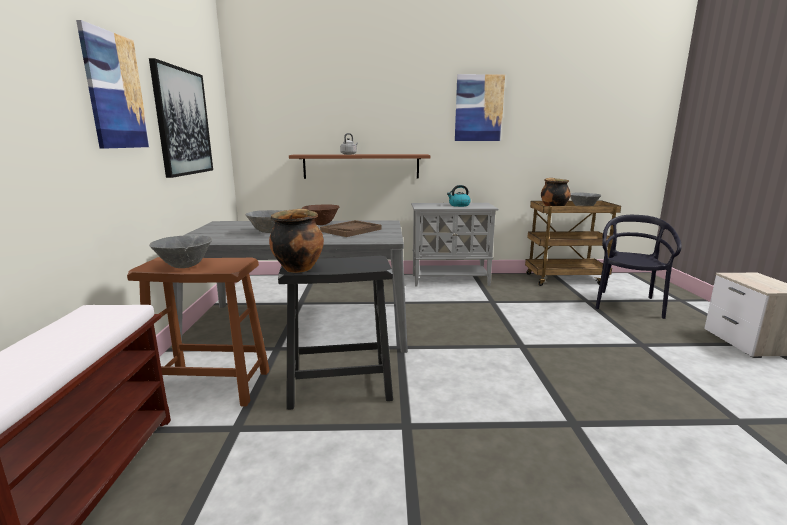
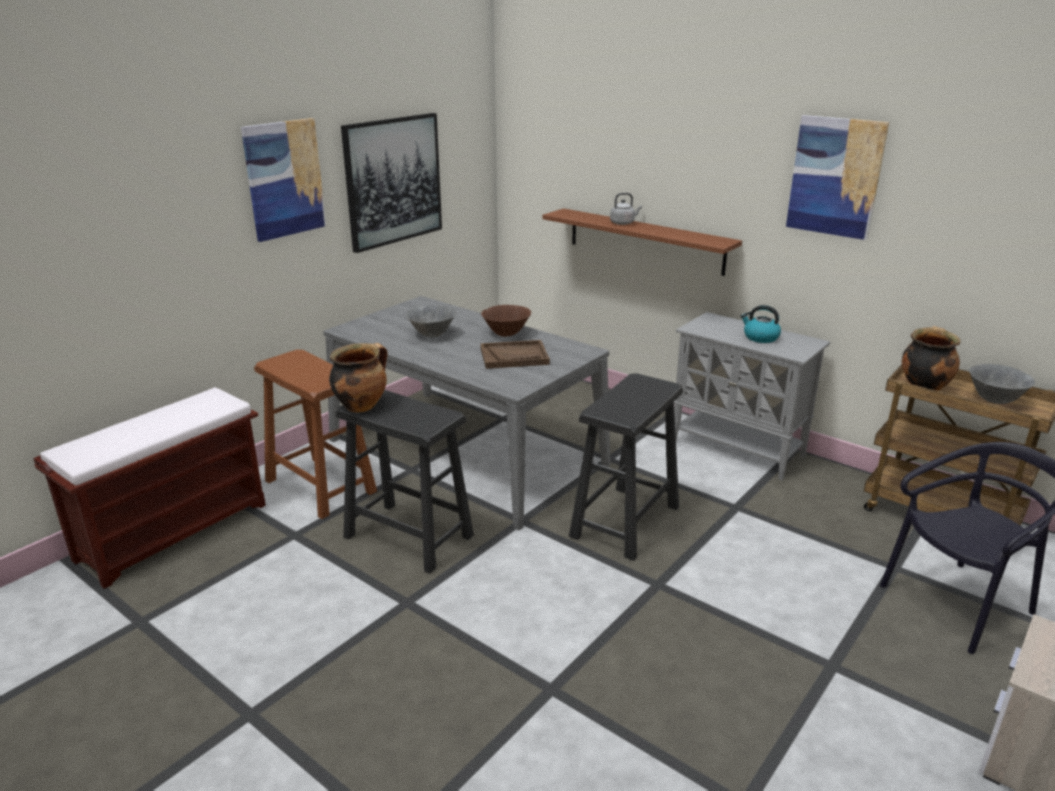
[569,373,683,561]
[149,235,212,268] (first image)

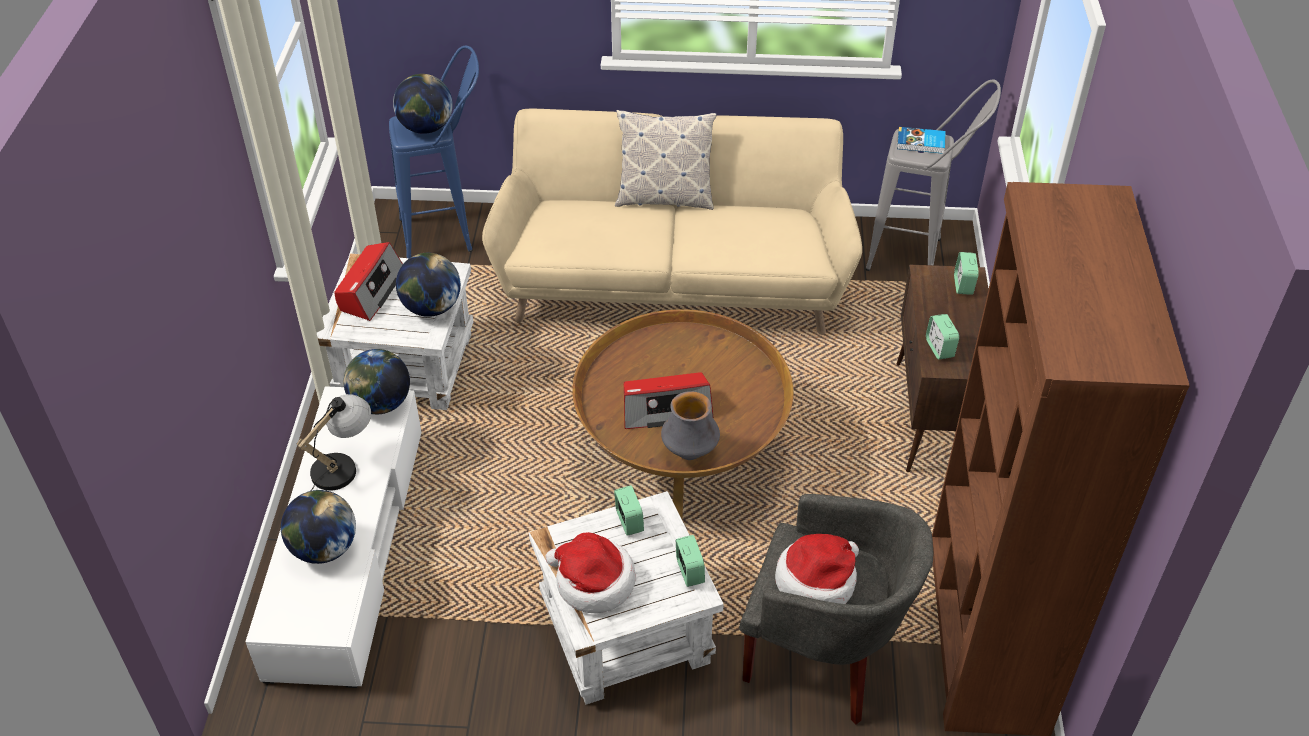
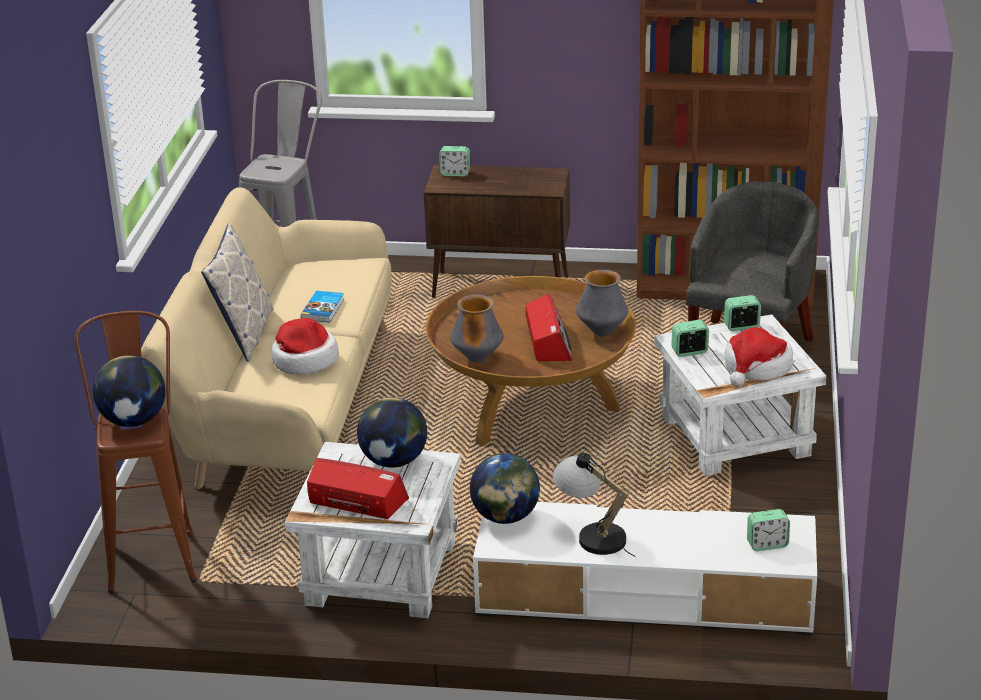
[75,311,197,593]
[272,318,339,375]
[301,291,344,323]
[450,294,504,362]
[747,509,790,551]
[281,490,356,564] (first image)

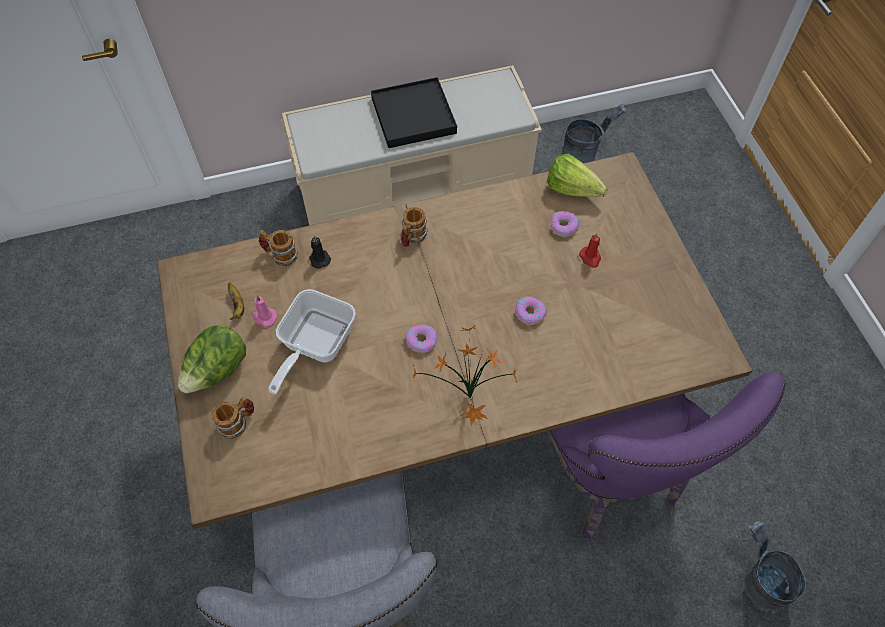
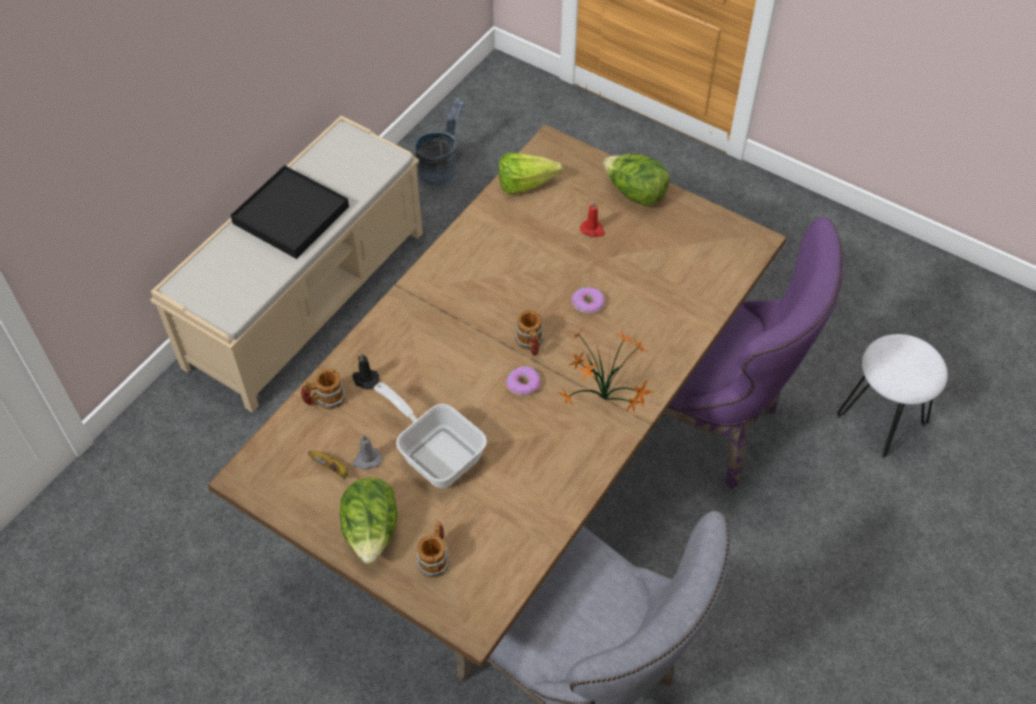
[353,434,382,470]
[374,383,487,488]
[515,310,544,355]
[603,154,670,206]
[837,334,948,458]
[551,211,579,237] (first image)

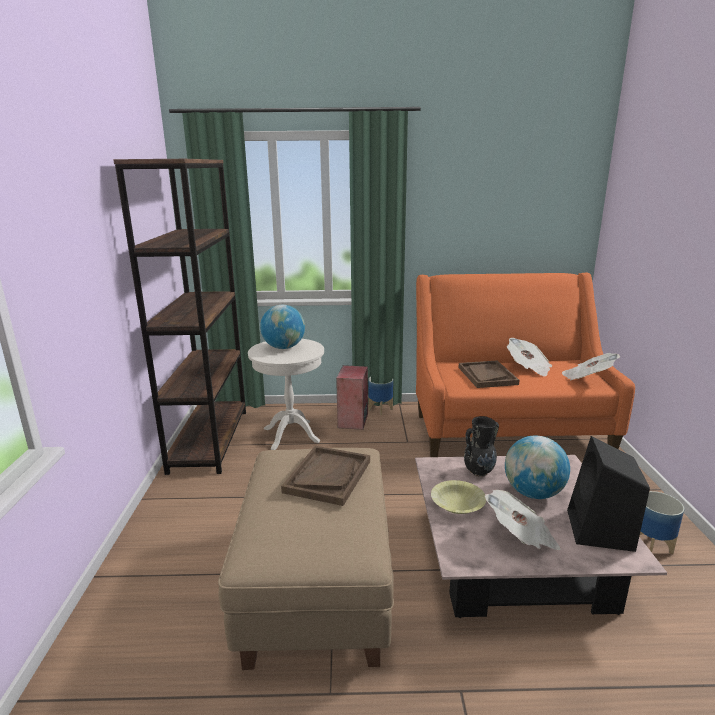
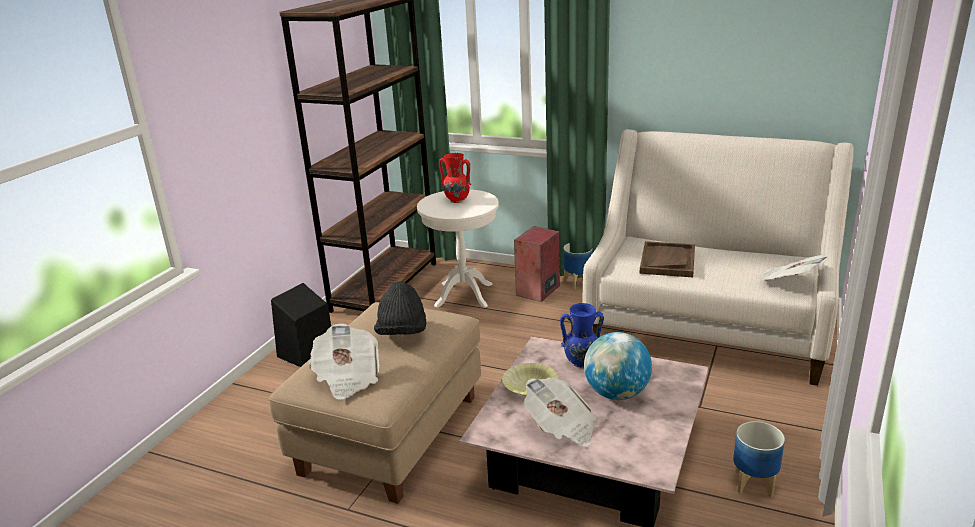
[271,283,331,367]
[309,323,379,400]
[374,281,426,335]
[439,153,471,203]
[560,303,604,368]
[583,129,854,386]

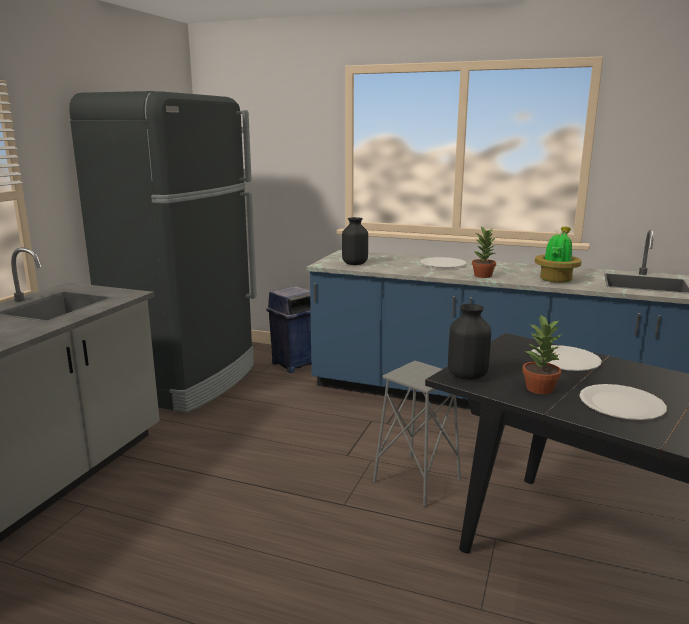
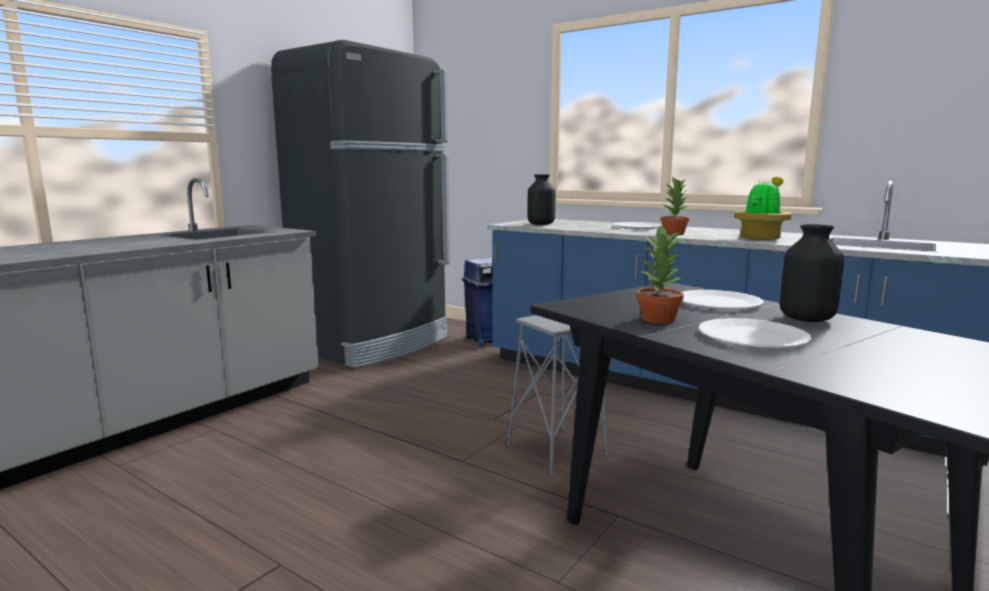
[780,224,844,322]

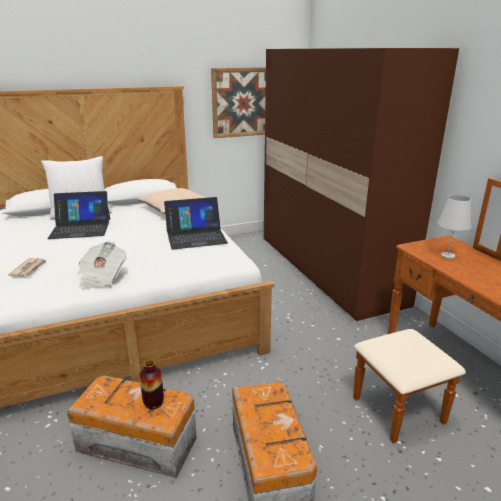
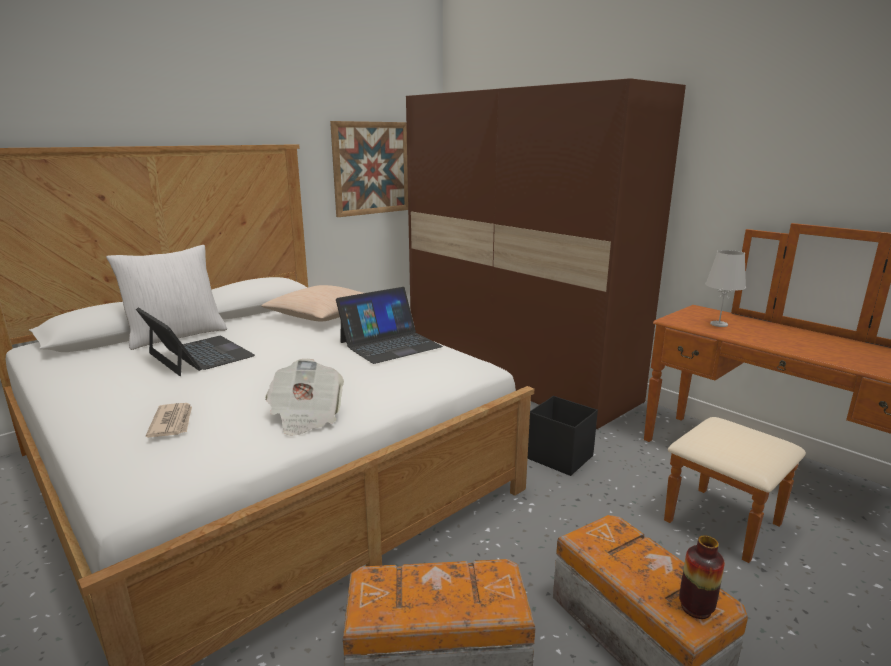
[136,307,255,376]
[528,396,598,476]
[679,535,725,619]

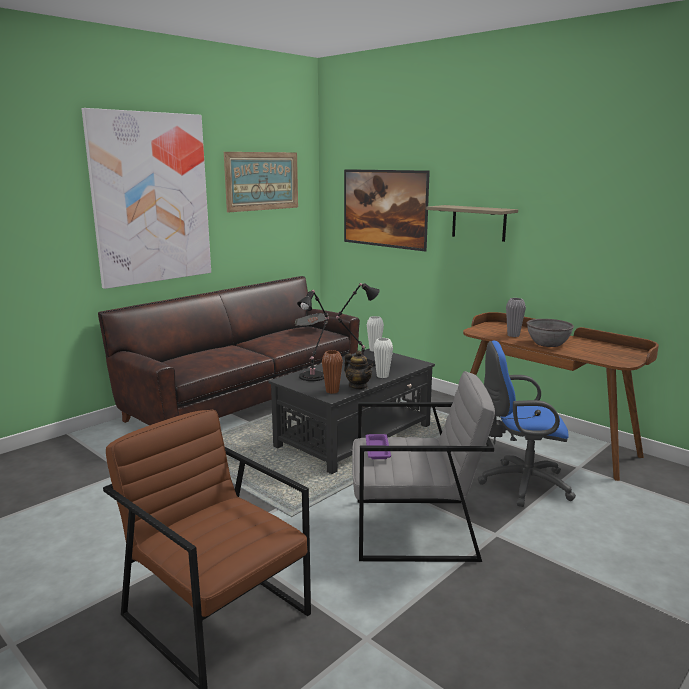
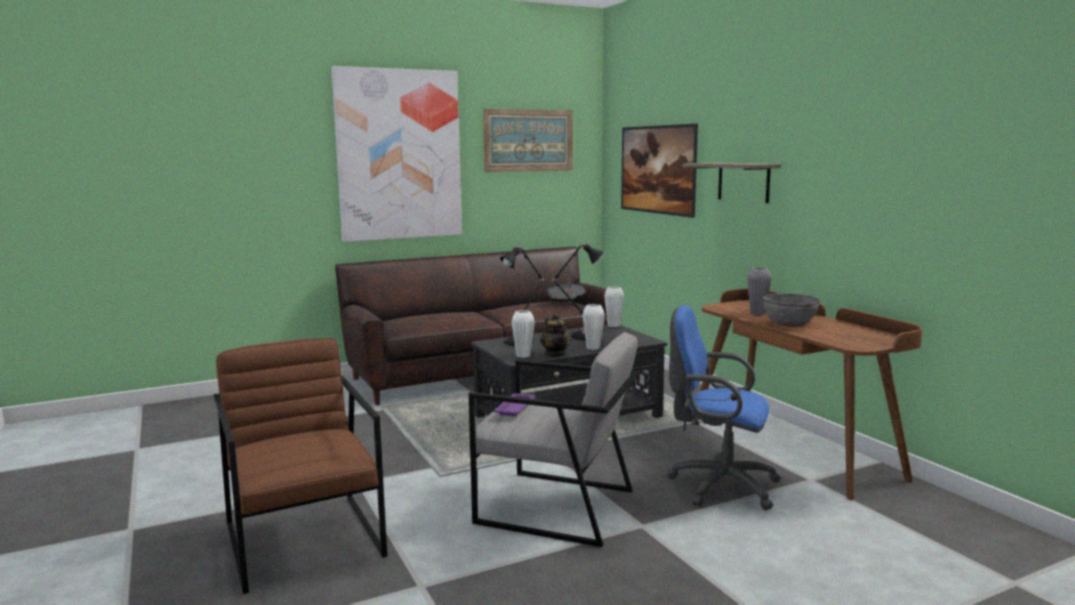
[512,310,535,358]

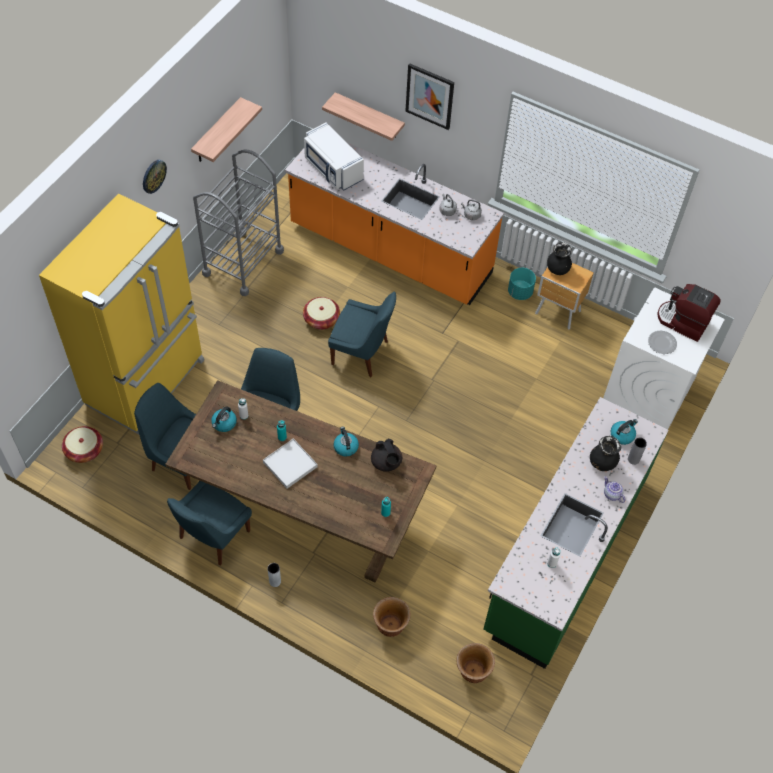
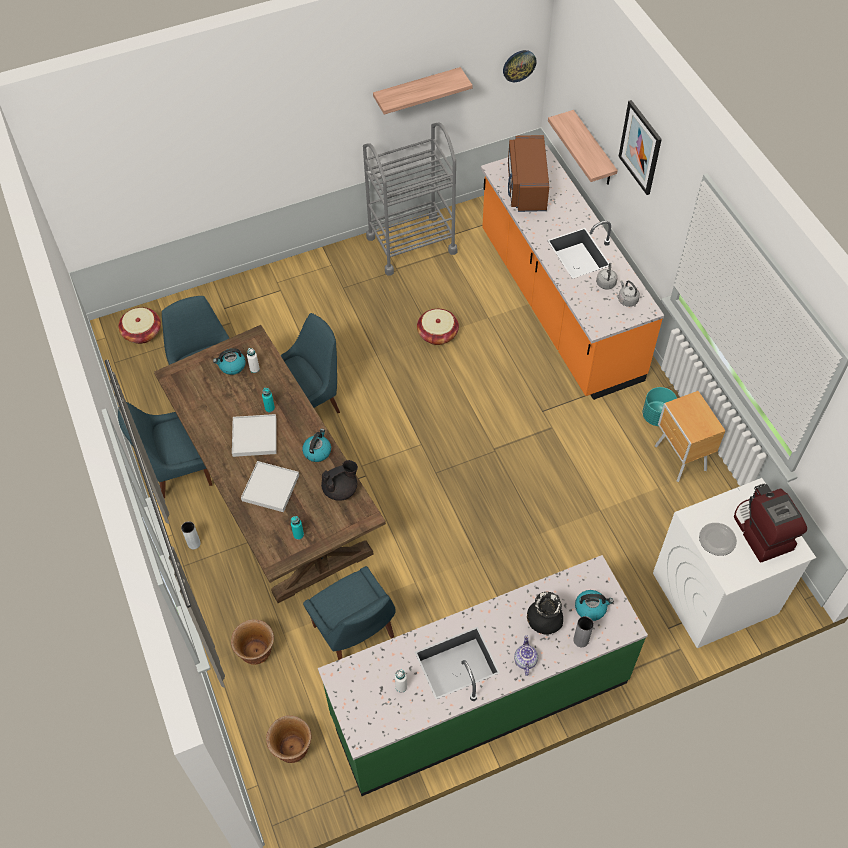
[241,461,299,512]
[303,566,396,660]
[321,460,358,501]
[503,50,537,82]
[508,135,549,212]
[39,193,204,434] (first image)
[547,242,572,275] (first image)

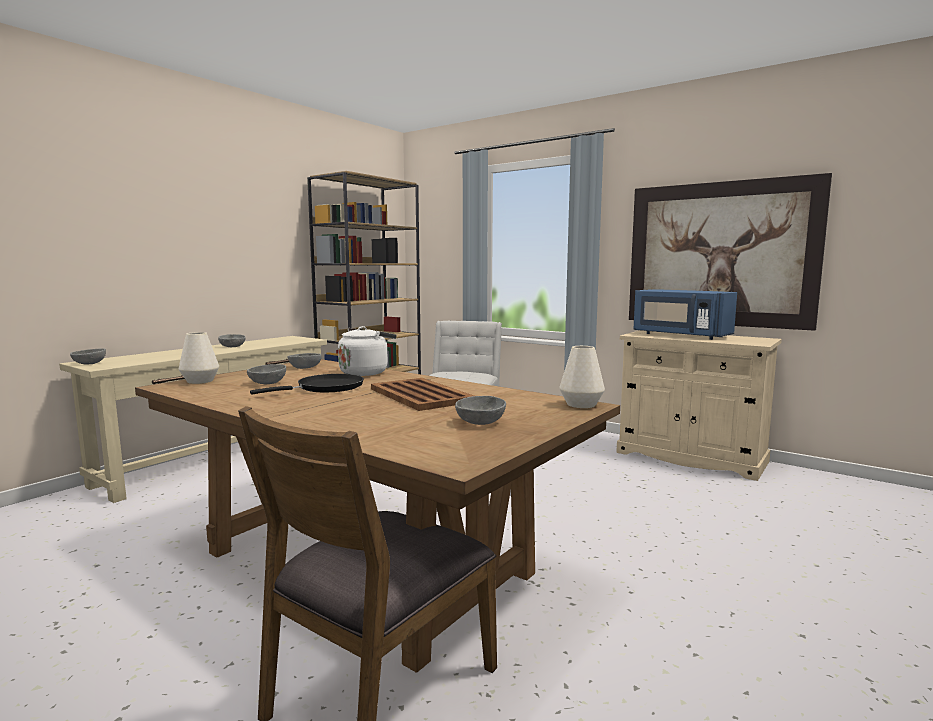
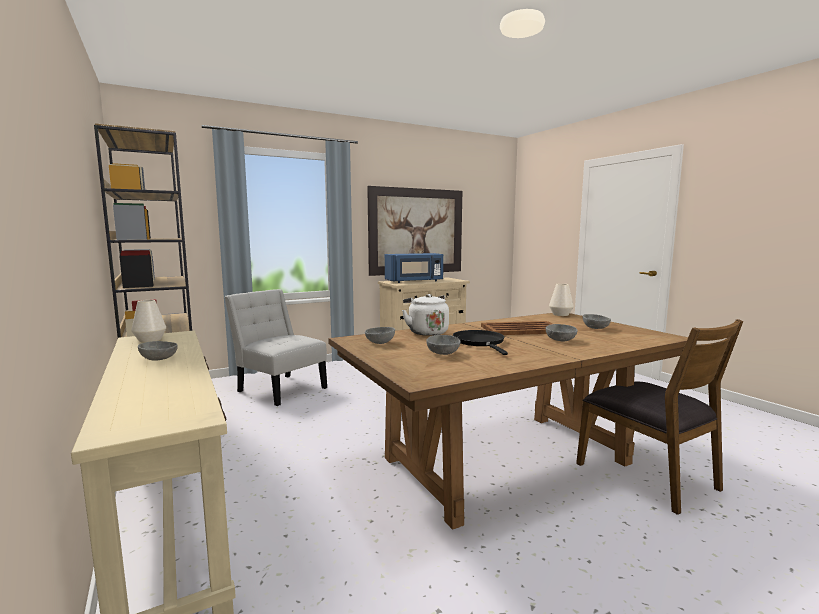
[131,300,166,343]
[546,324,578,341]

